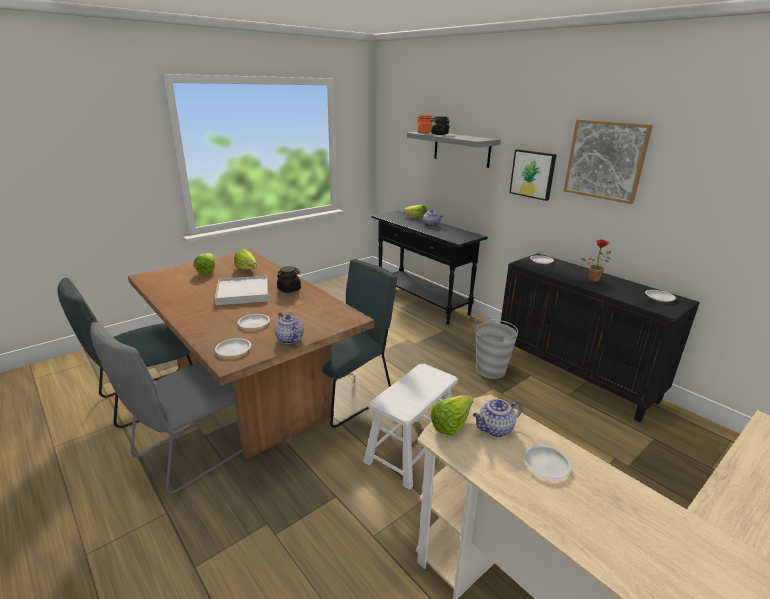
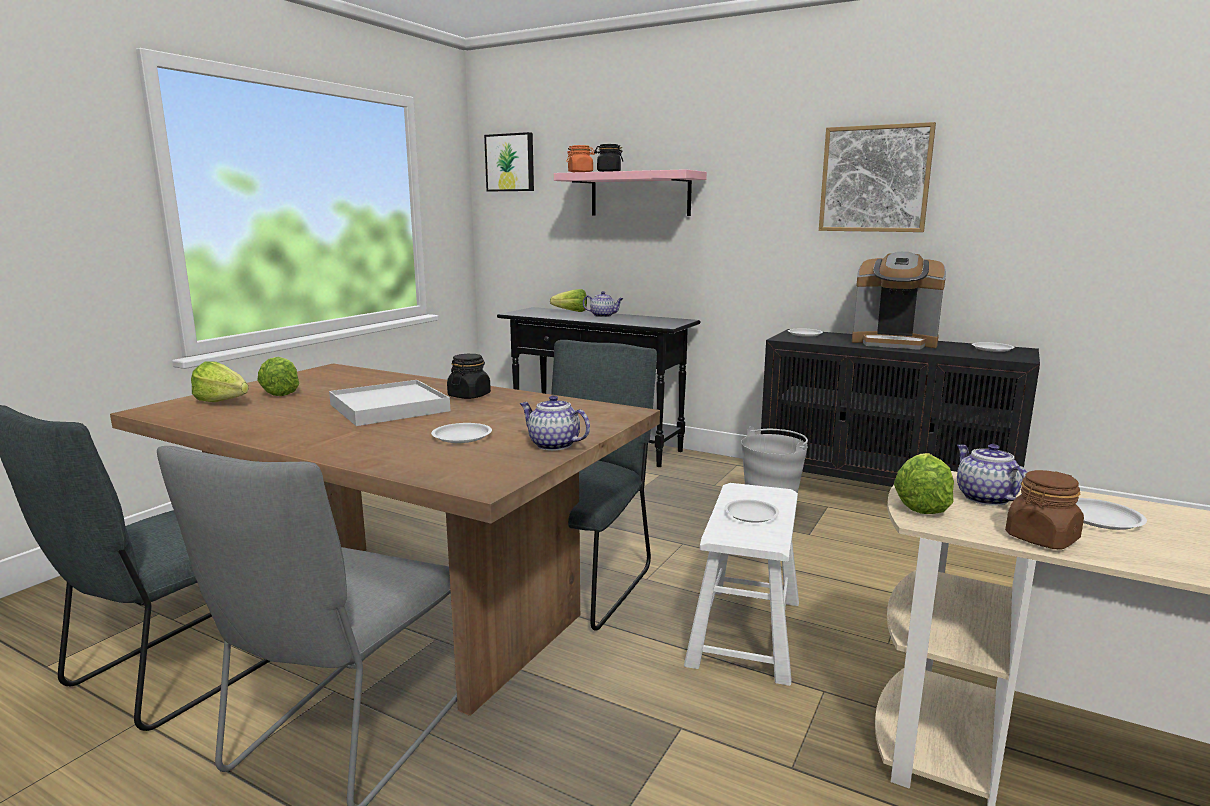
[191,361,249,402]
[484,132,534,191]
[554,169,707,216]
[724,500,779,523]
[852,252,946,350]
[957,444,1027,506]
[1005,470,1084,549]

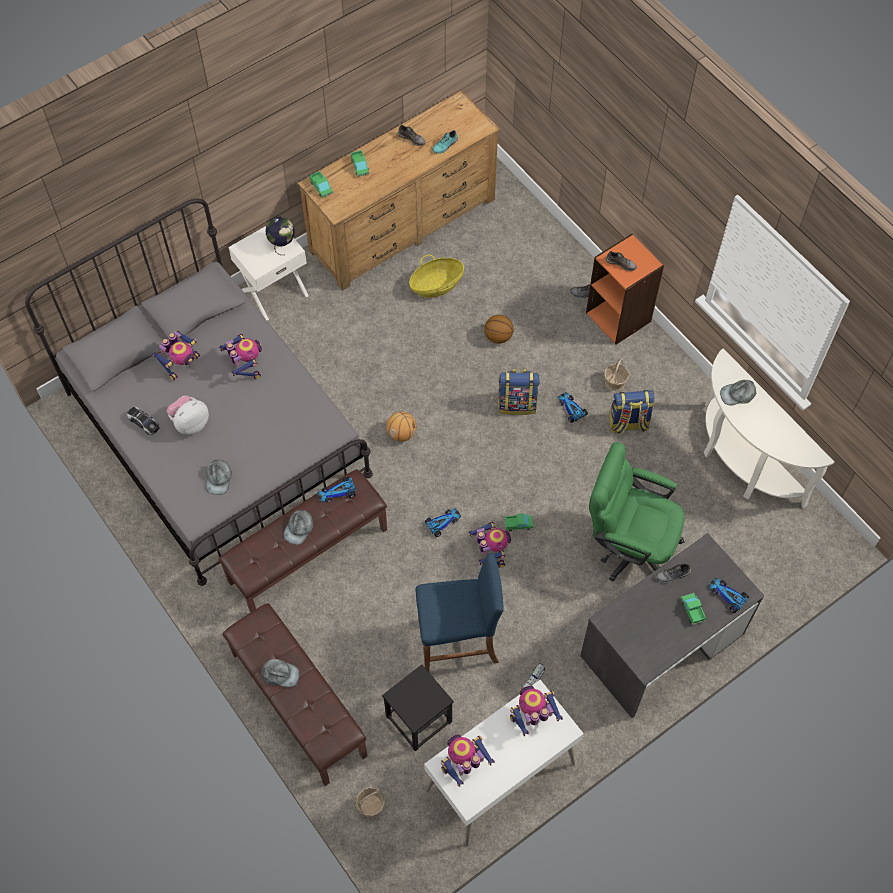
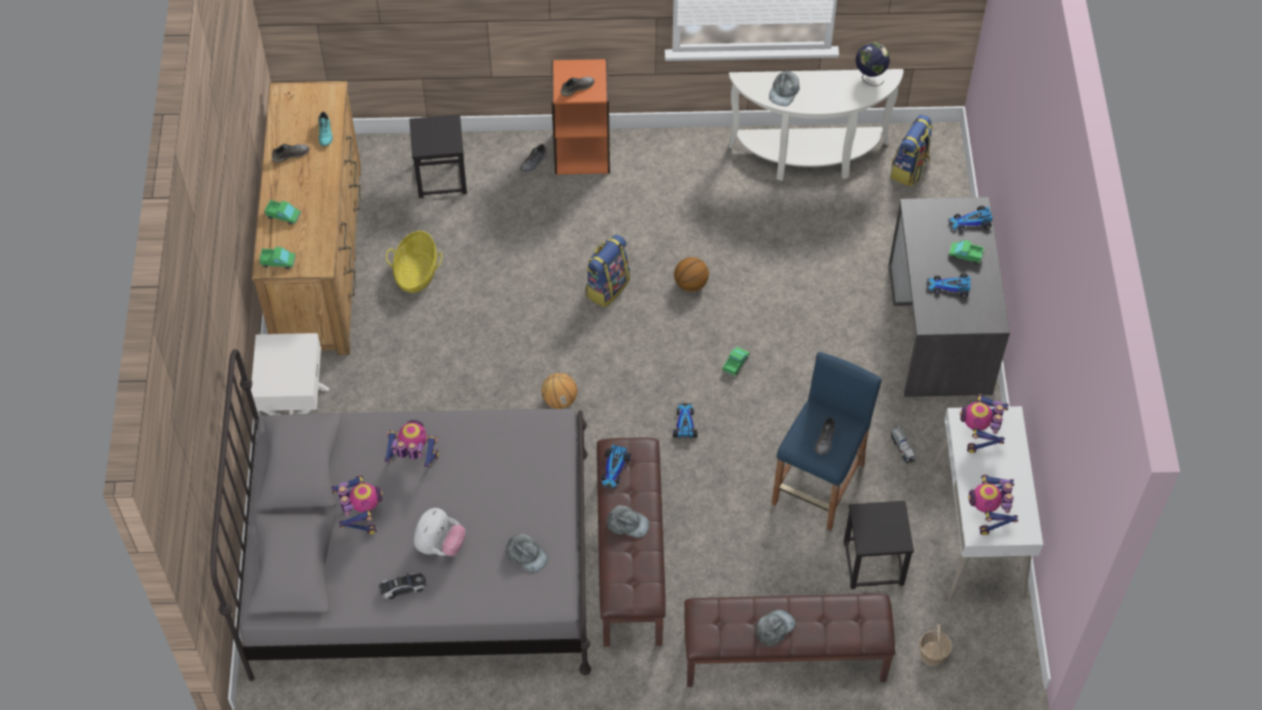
[410,114,467,198]
[414,508,466,556]
[606,505,650,538]
[674,257,709,292]
[815,417,836,455]
[856,42,890,86]
[890,115,933,187]
[926,274,971,298]
[469,521,511,568] (first image)
[589,442,685,582] (first image)
[604,358,629,391] (first image)

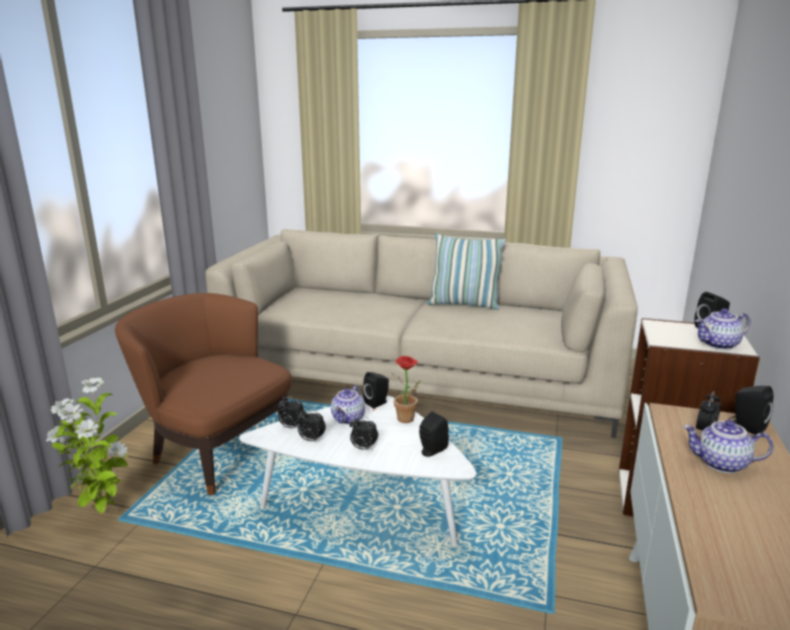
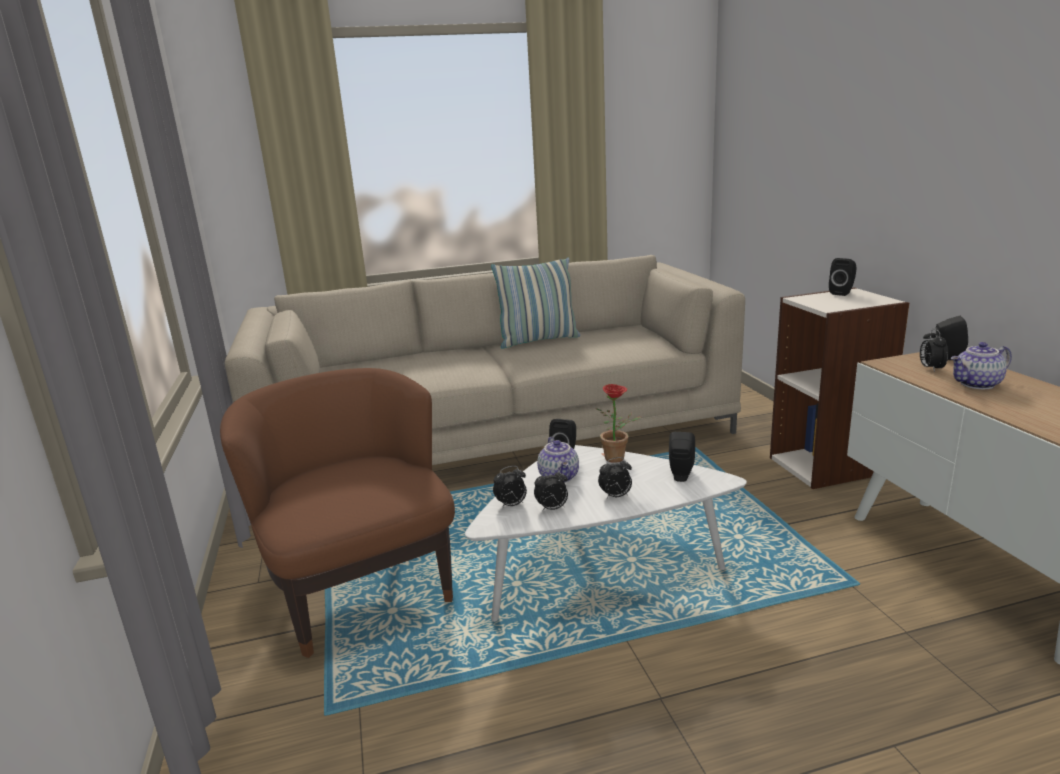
[220,368,455,658]
[46,378,128,513] (first image)
[695,308,751,350] (first image)

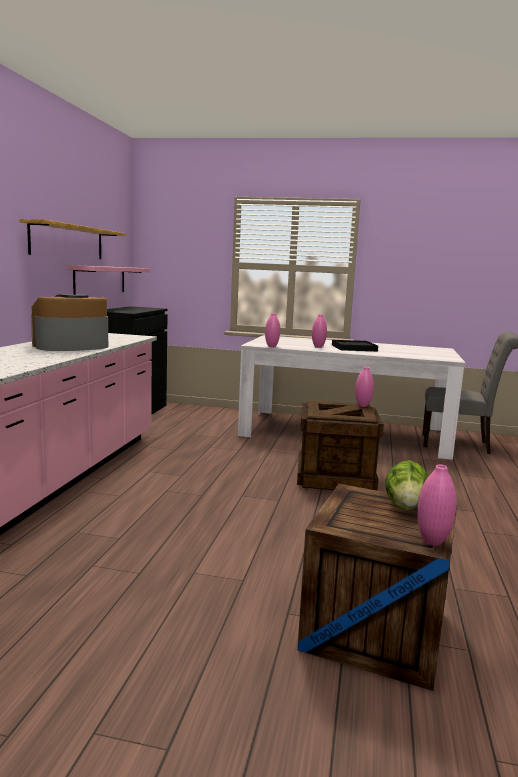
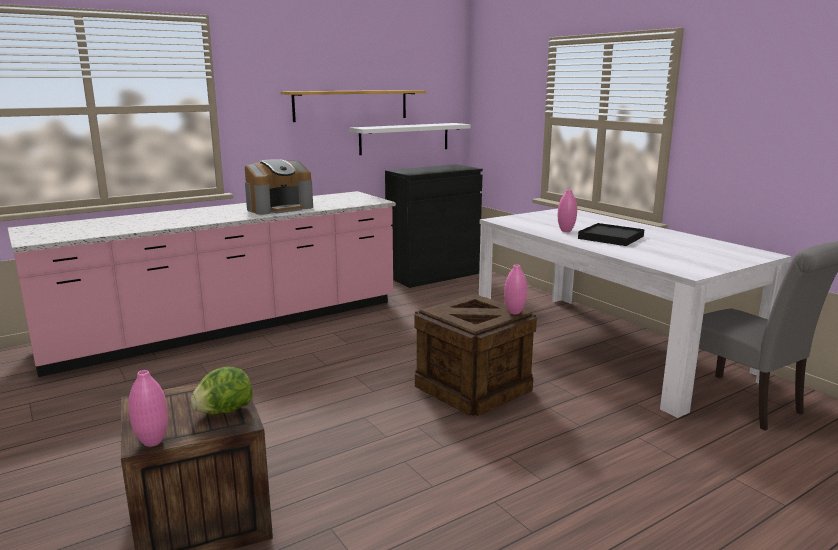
[245,159,313,215]
[349,123,470,155]
[265,313,280,347] (first image)

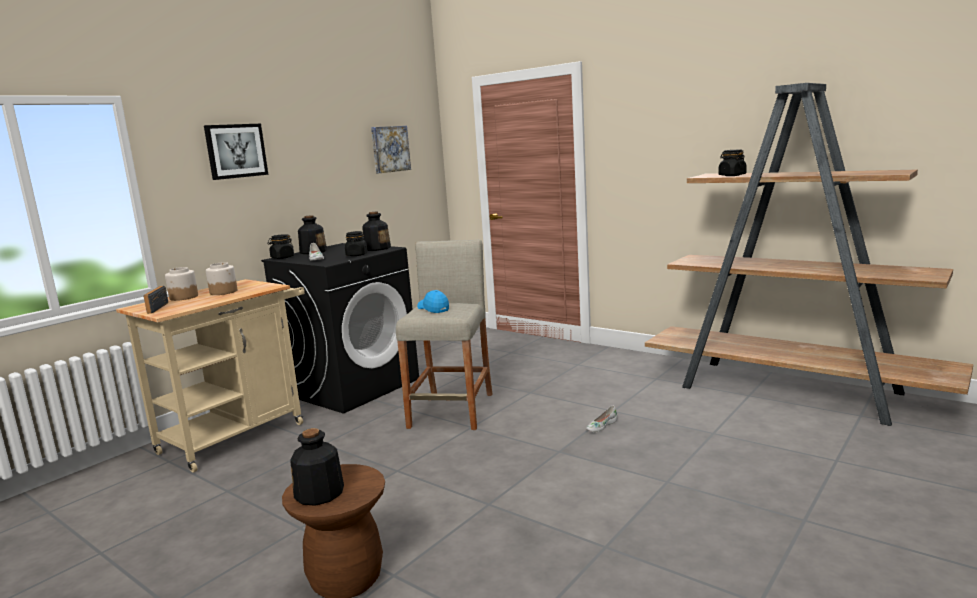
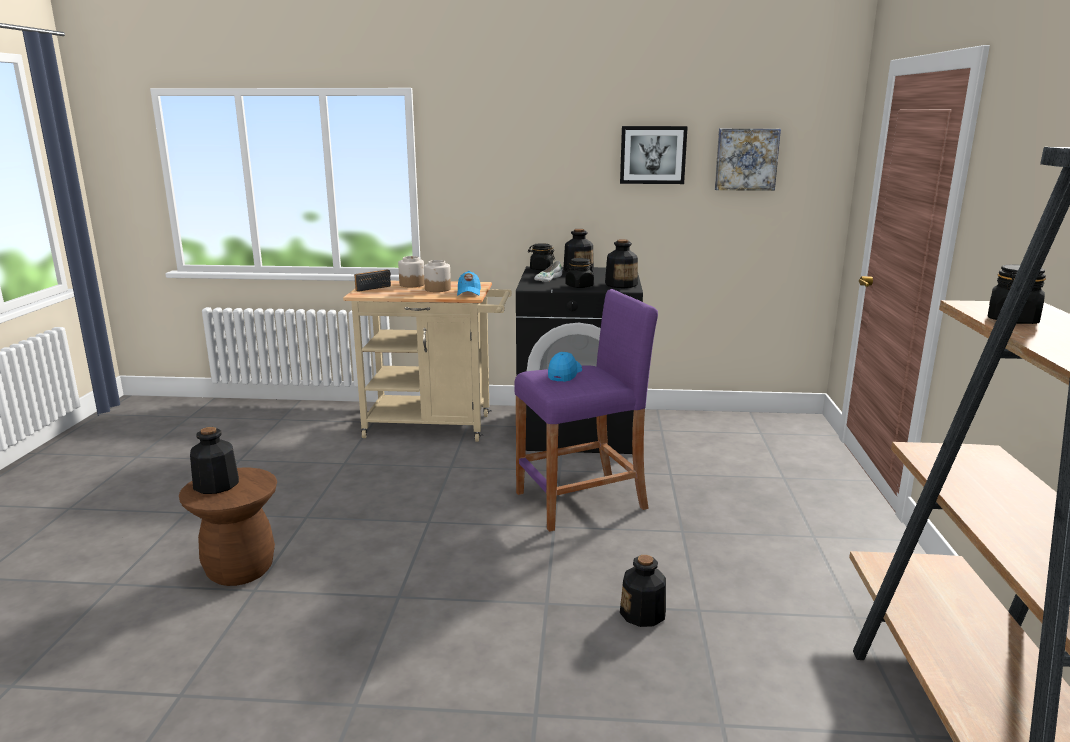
[457,271,481,296]
[514,289,658,532]
[620,126,688,184]
[620,555,666,627]

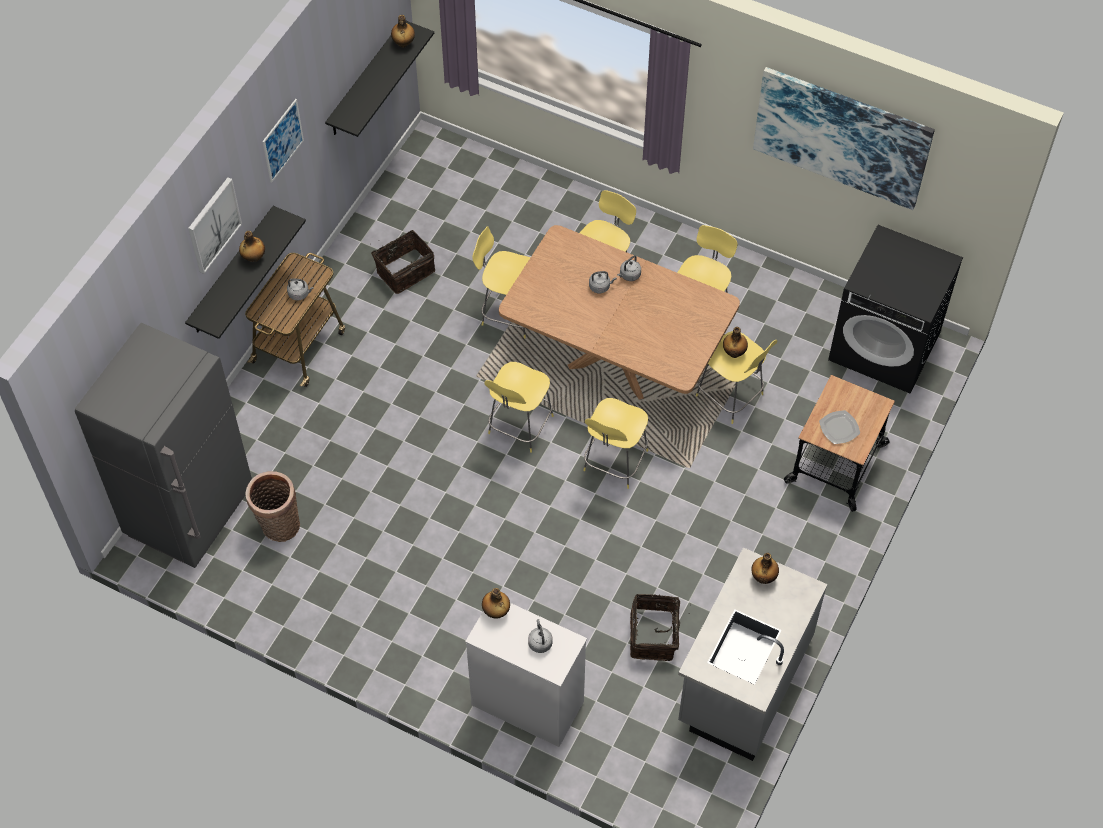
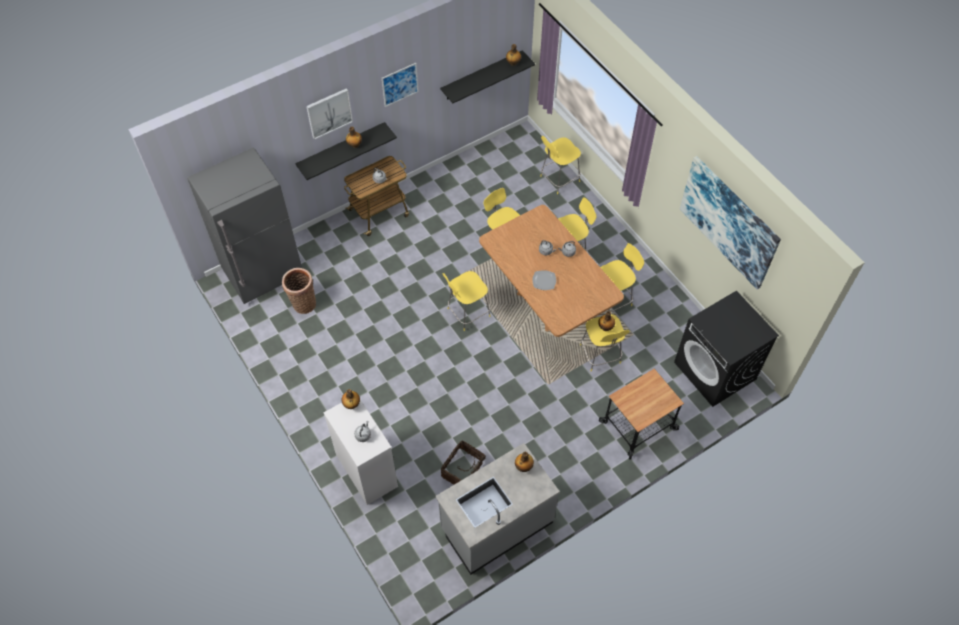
[532,270,556,290]
[540,136,581,194]
[369,230,435,294] (first image)

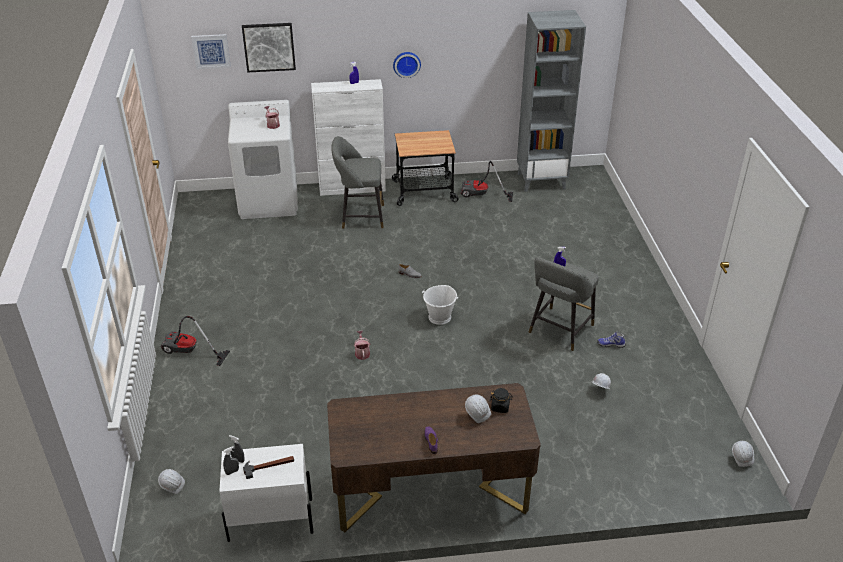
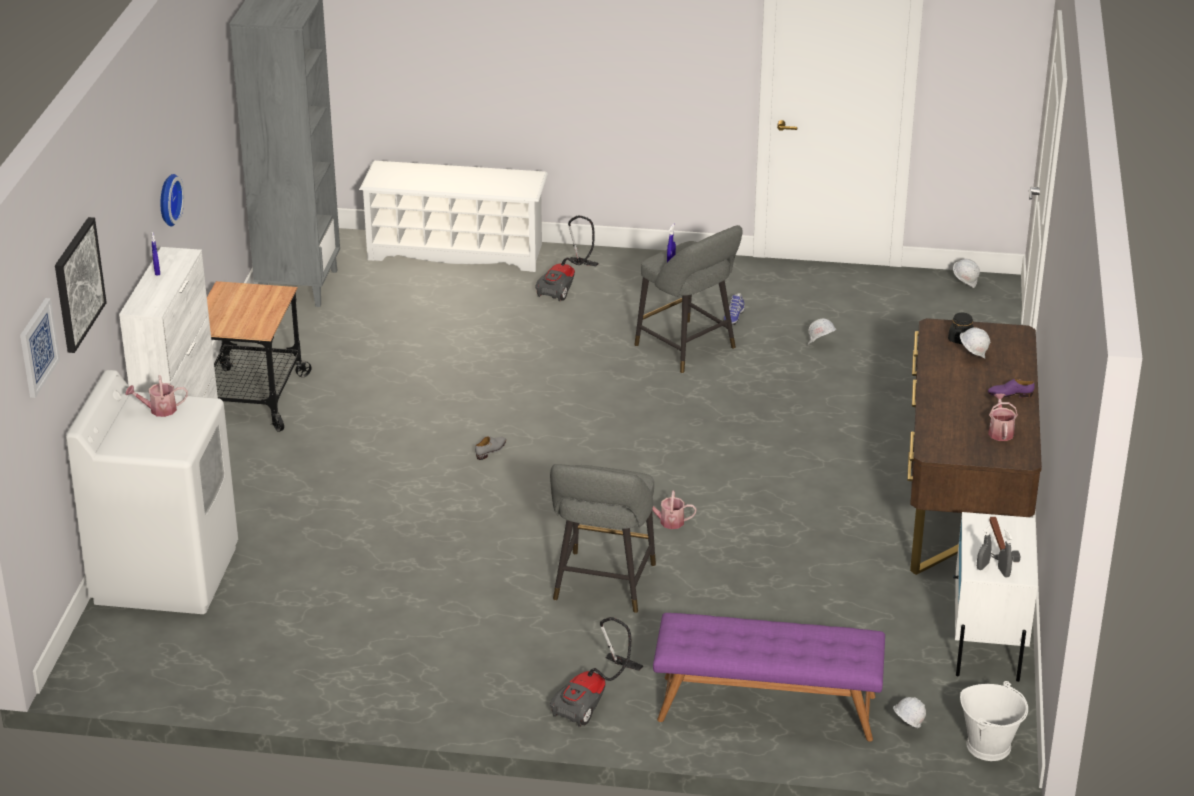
[359,161,548,272]
[535,216,598,301]
[550,464,656,613]
[653,613,885,742]
[960,681,1028,761]
[988,394,1018,441]

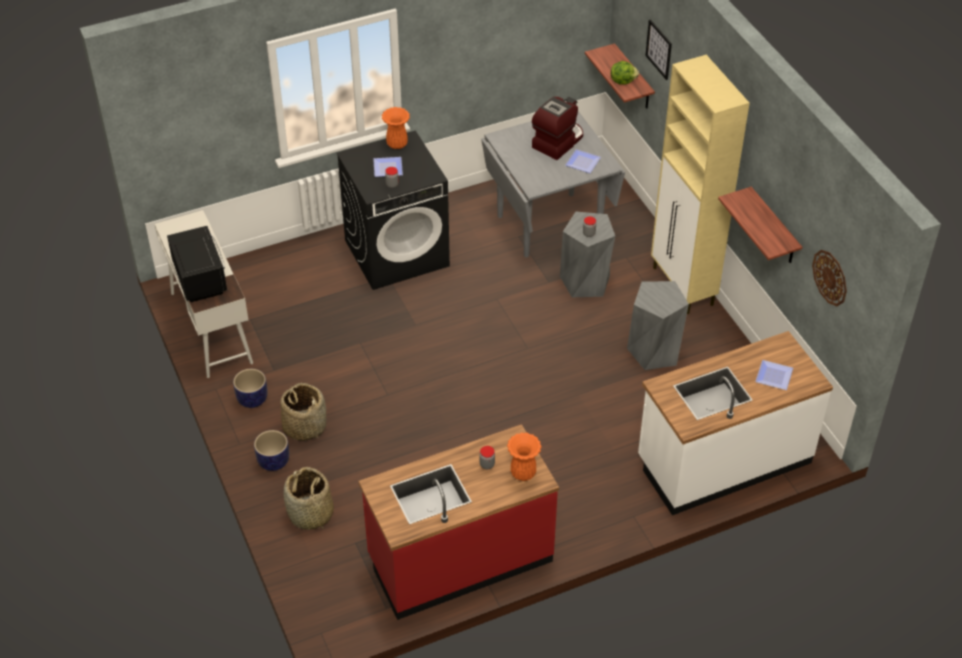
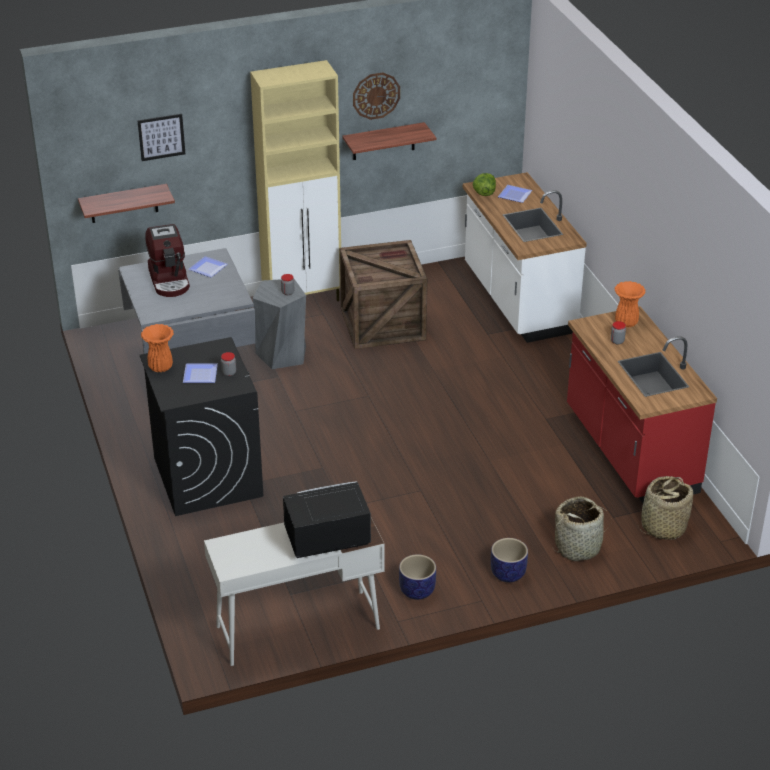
[145,224,190,297]
[340,240,427,349]
[353,72,400,120]
[473,173,496,196]
[638,476,693,540]

